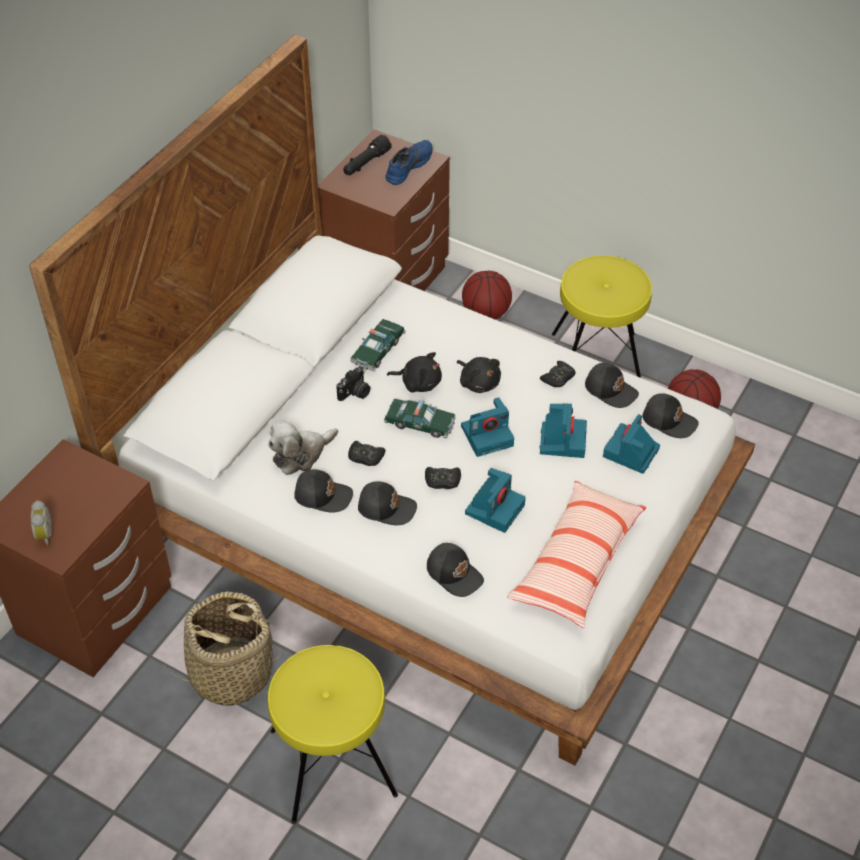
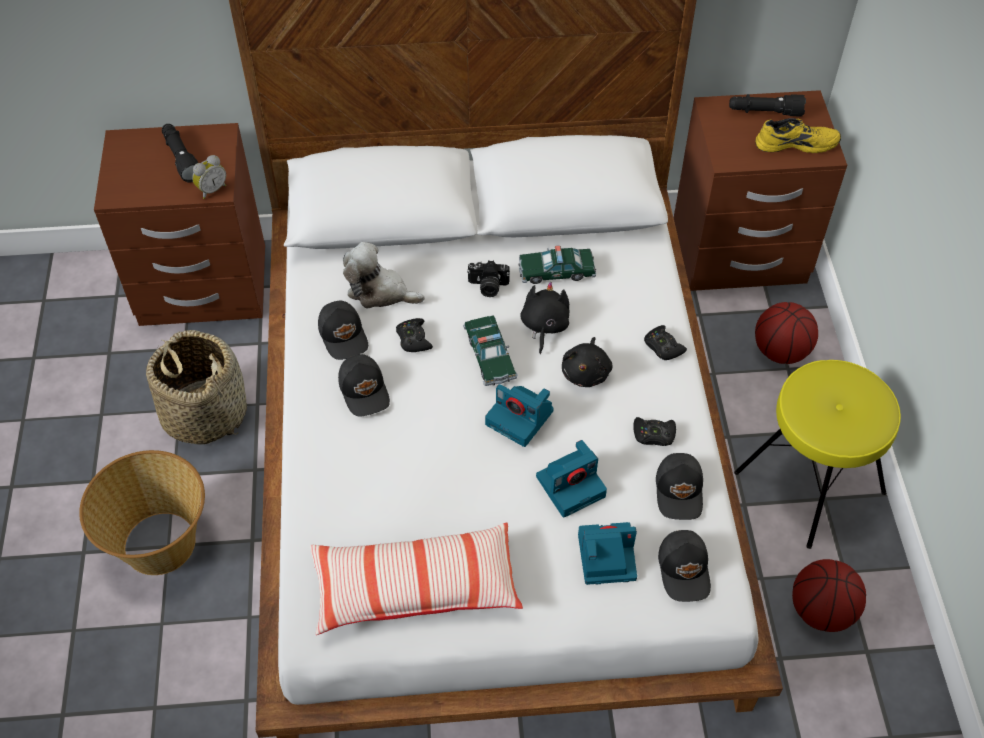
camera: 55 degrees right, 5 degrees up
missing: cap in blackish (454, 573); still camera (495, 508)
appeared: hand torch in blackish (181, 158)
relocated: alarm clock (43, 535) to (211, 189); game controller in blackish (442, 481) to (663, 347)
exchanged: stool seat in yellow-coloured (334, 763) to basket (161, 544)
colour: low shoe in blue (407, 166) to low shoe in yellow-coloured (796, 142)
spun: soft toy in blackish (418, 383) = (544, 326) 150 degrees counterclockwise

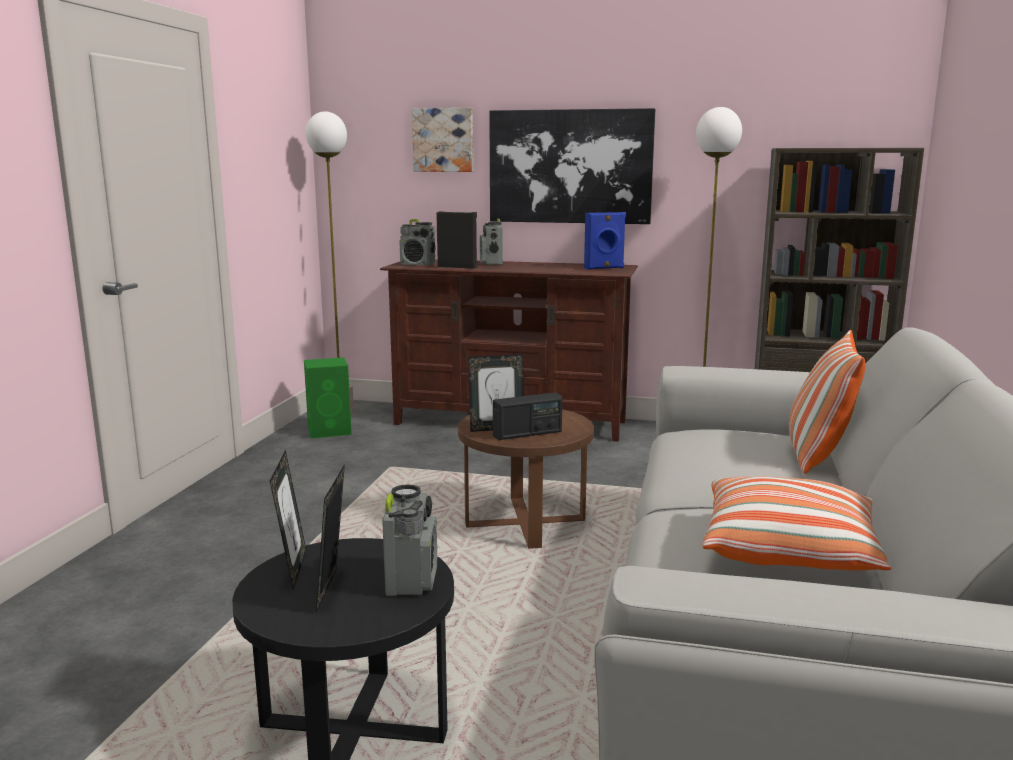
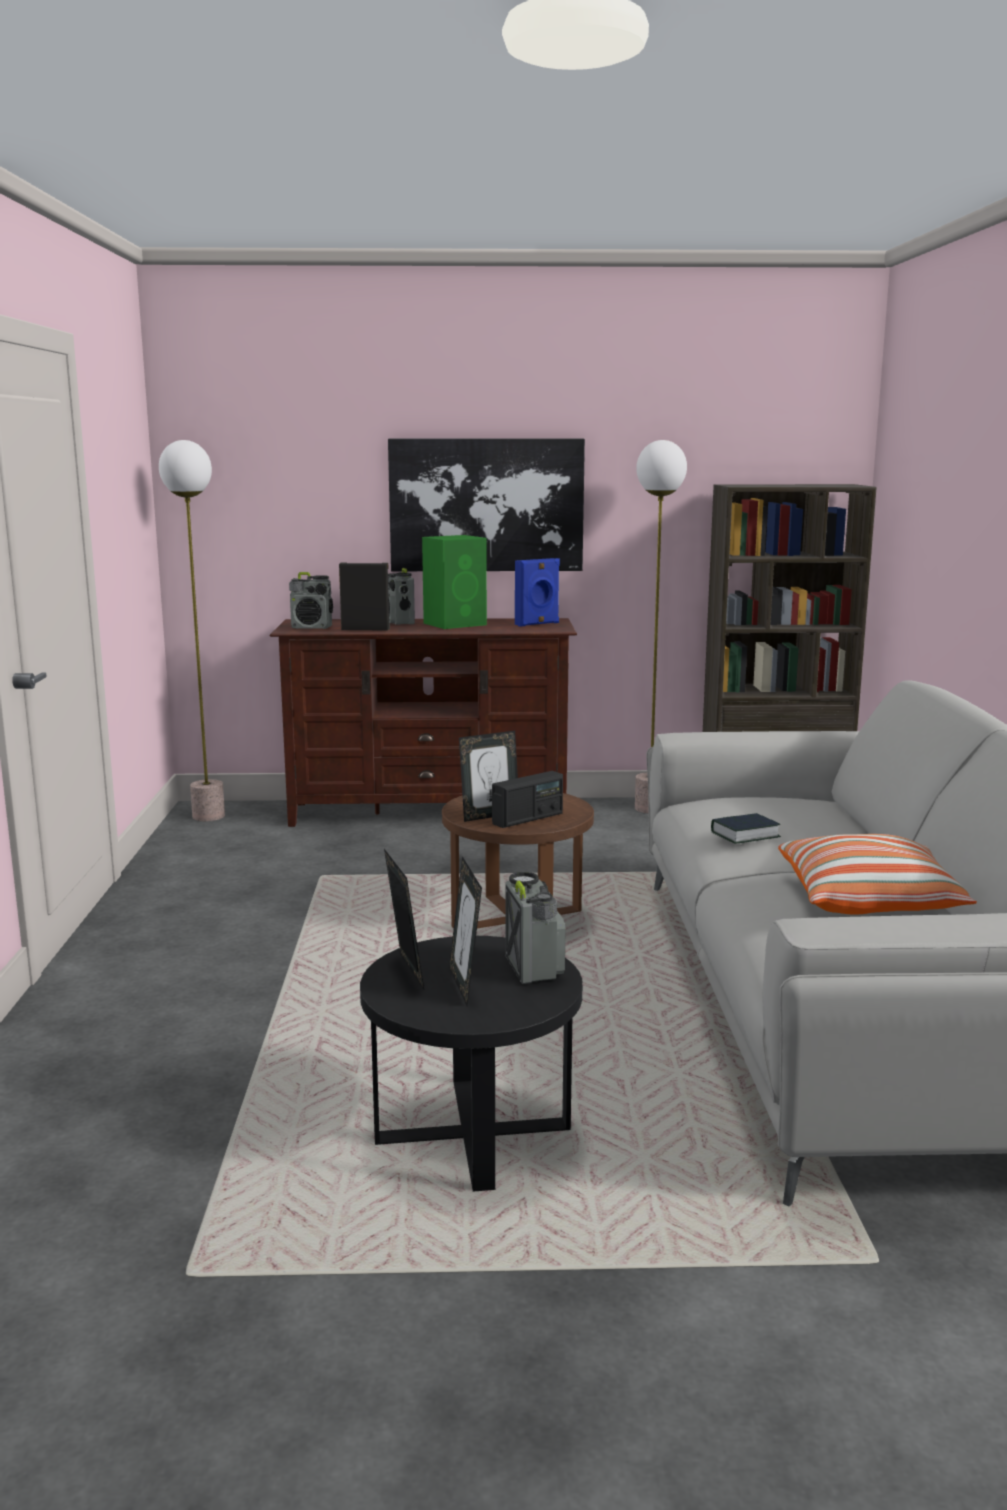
camera: 15 degrees left, 0 degrees up
missing: wall art (443, 140); throw pillow (817, 456)
appeared: volume (745, 835)
relocated: loudspeaker in green-coloured (330, 431) to (456, 624)

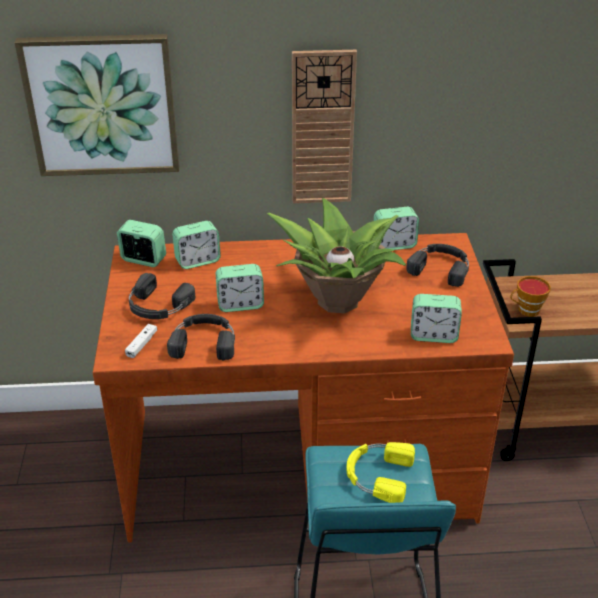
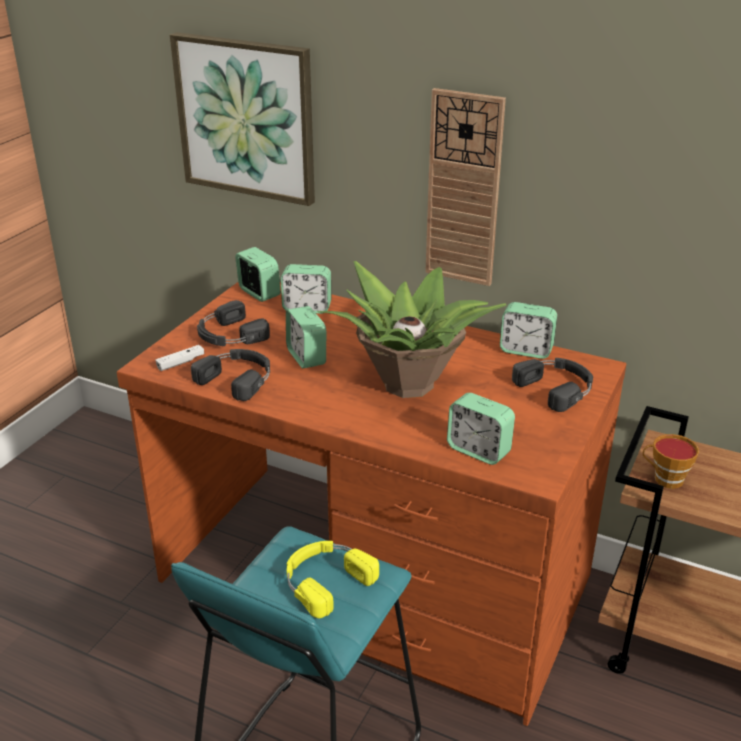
camera: 30 degrees right, 5 degrees down
spun: alarm clock (240, 304) = (306, 357) 45 degrees clockwise

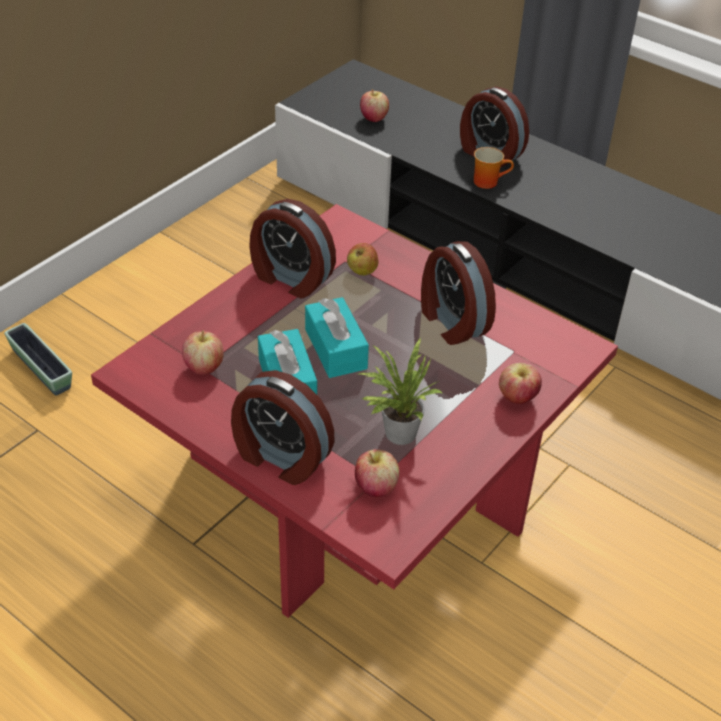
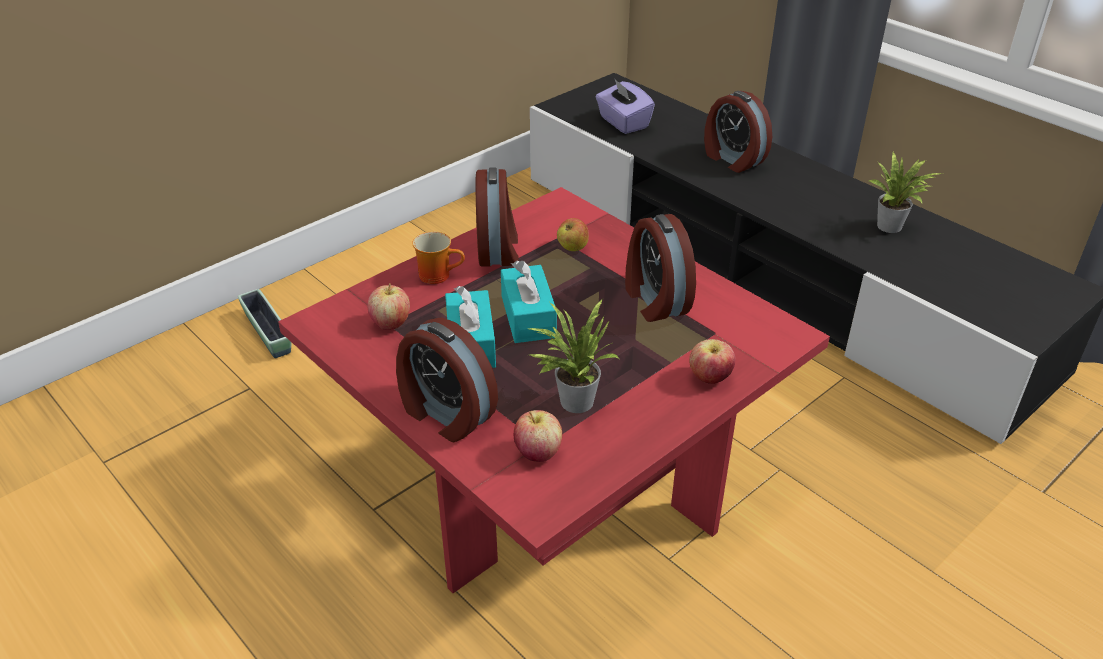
camera: 10 degrees right, 5 degrees down
appeared: plant in a pot (892, 227)
relocated: coffee mug (488, 181) to (438, 274)
exchanged: apple fruit (374, 118) to tissue holder in purple (623, 123)
spun: alarm clock (290, 278) = (498, 249) 135 degrees counterclockwise

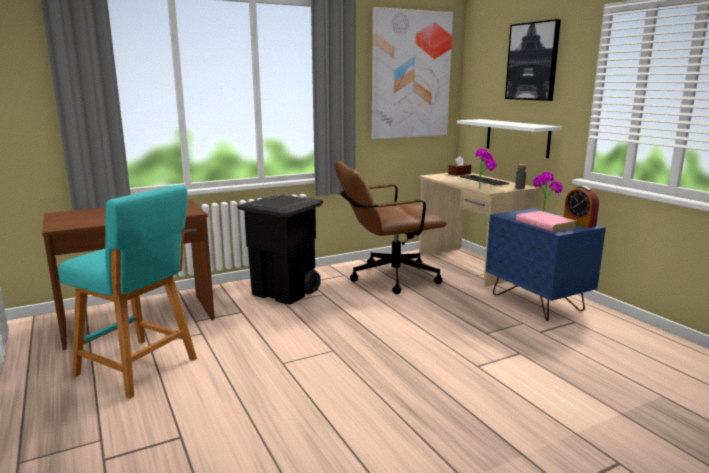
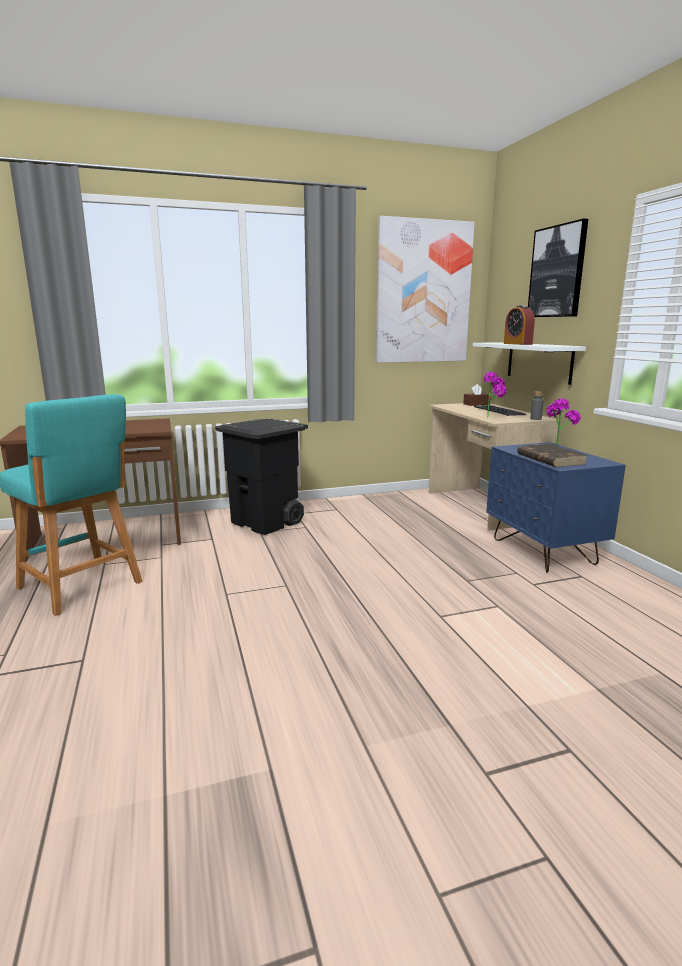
camera: 10 degrees right, 0 degrees up
missing: computer chair in brownish (386, 278)
relocated: alarm clock (579, 223) to (517, 344)
colour: volume in pinkish (544, 224) to volume in brownish (550, 459)

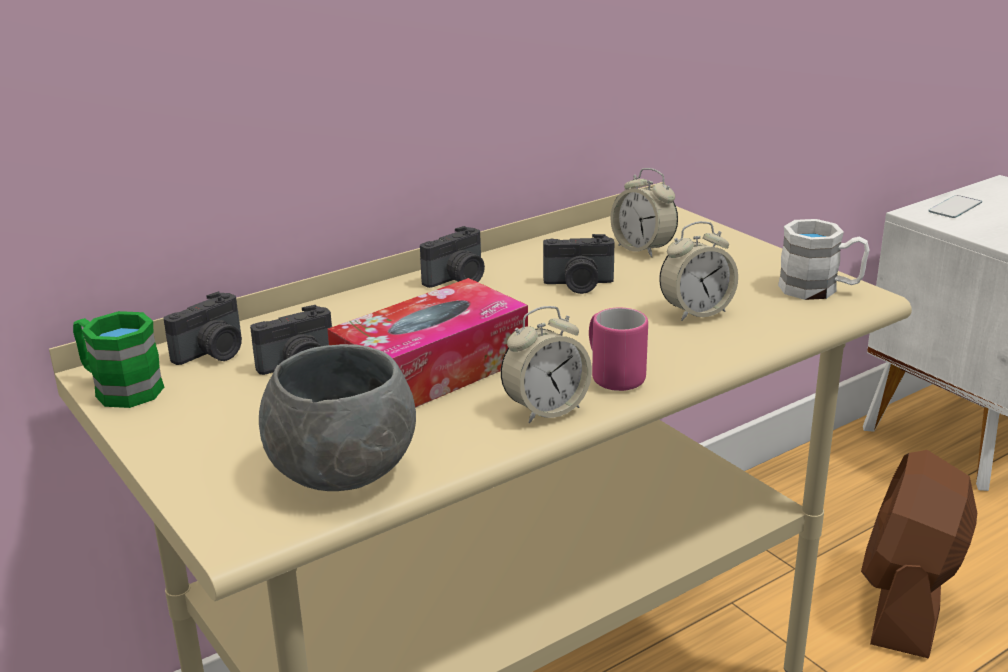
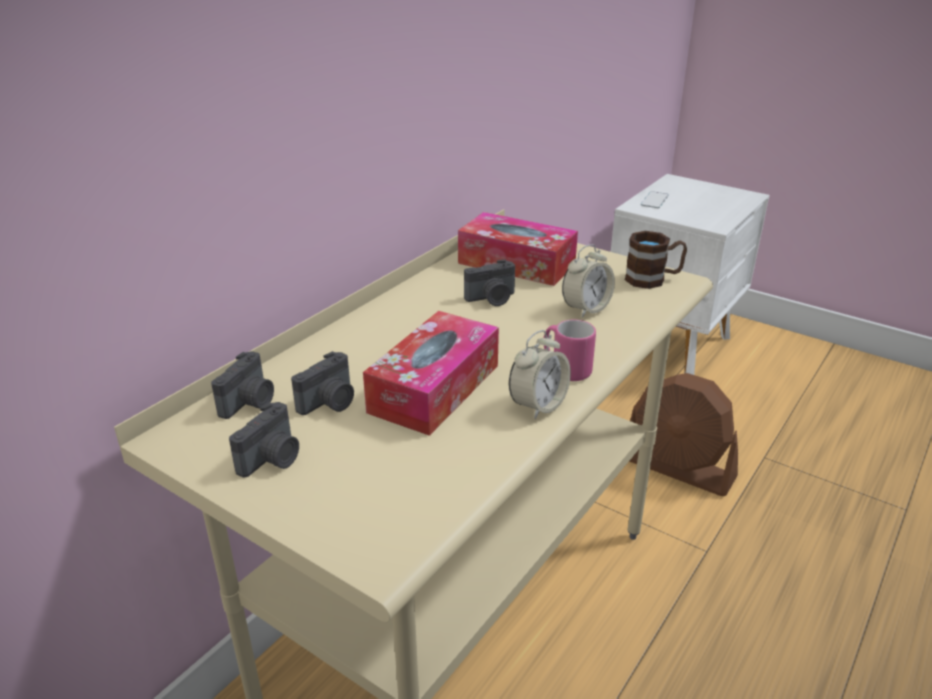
camera: 20 degrees left, 5 degrees up
missing: coffee mug in green-coloured (119, 388); deep dish in greyish (341, 473)
relocated: still camera (458, 280) to (272, 459)
exchanged: alarm clock (643, 249) to tissue holder (516, 263)
colour: coffee mug in white (820, 289) to coffee mug in brownish (653, 279)
spun: electric fan in brownish (906, 602) = (678, 468) 60 degrees counterclockwise

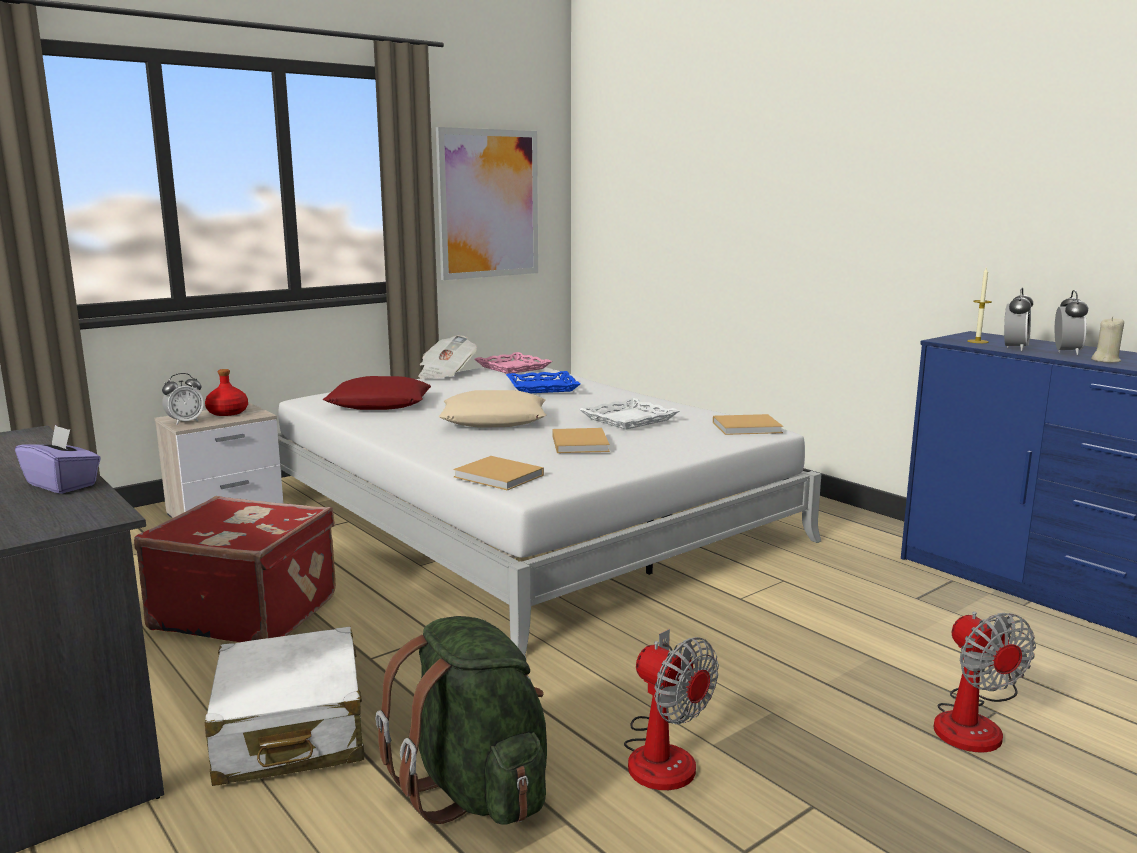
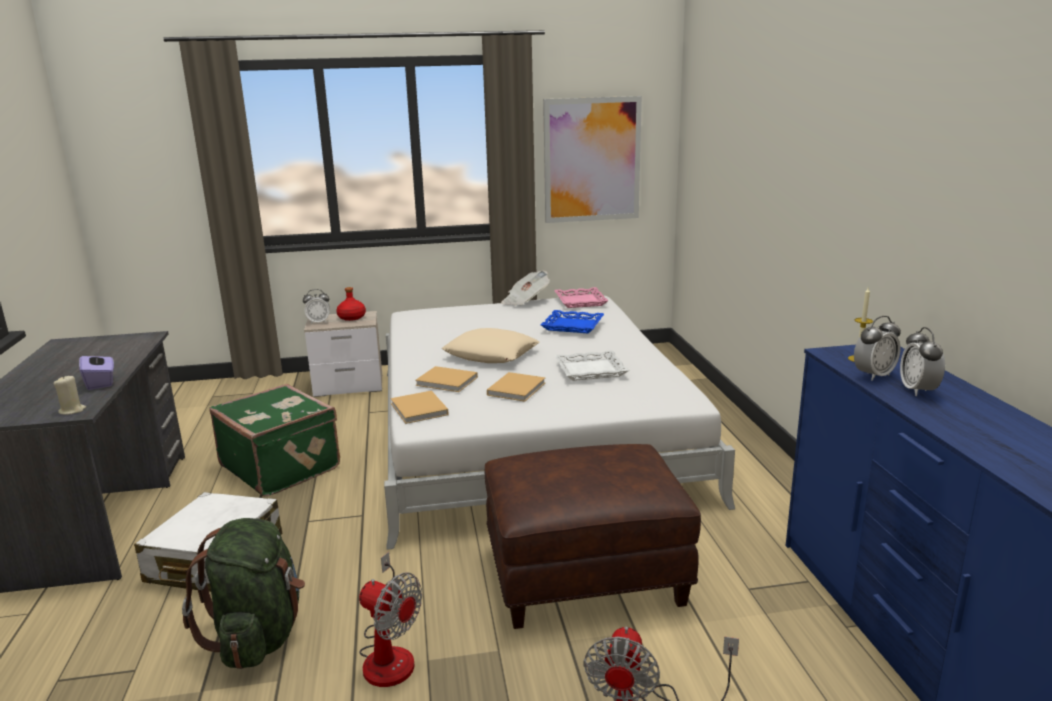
camera: 30 degrees right, 5 degrees up
missing: throw pillow in red-coloured (379, 403)
appeared: pouffe in brownish (587, 575)
relocated: volume in sand-coloured (749, 427) to (448, 381); wax candle in sand-coloured (1106, 360) to (72, 410)
colour: travel case in red-coloured (247, 612) to travel case in green-coloured (282, 466)
spun: electric fan (663, 752) = (389, 653) 45 degrees counterclockwise; alarm clock (1066, 352) = (918, 390) 135 degrees clockwise

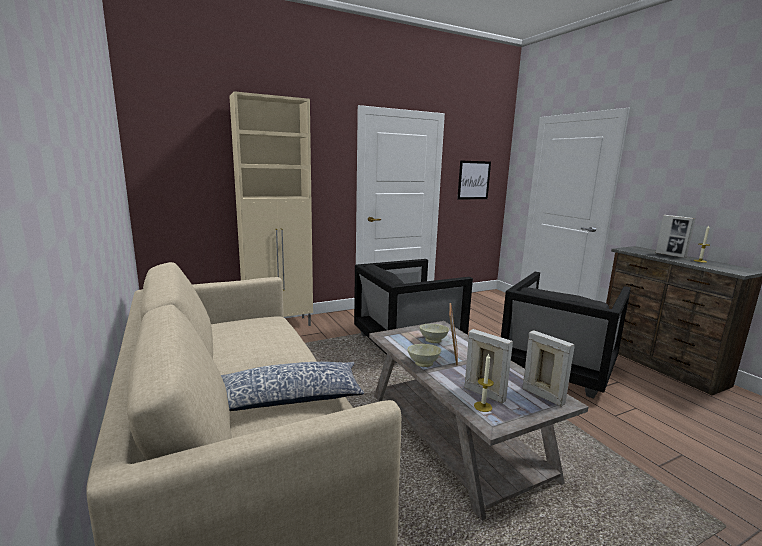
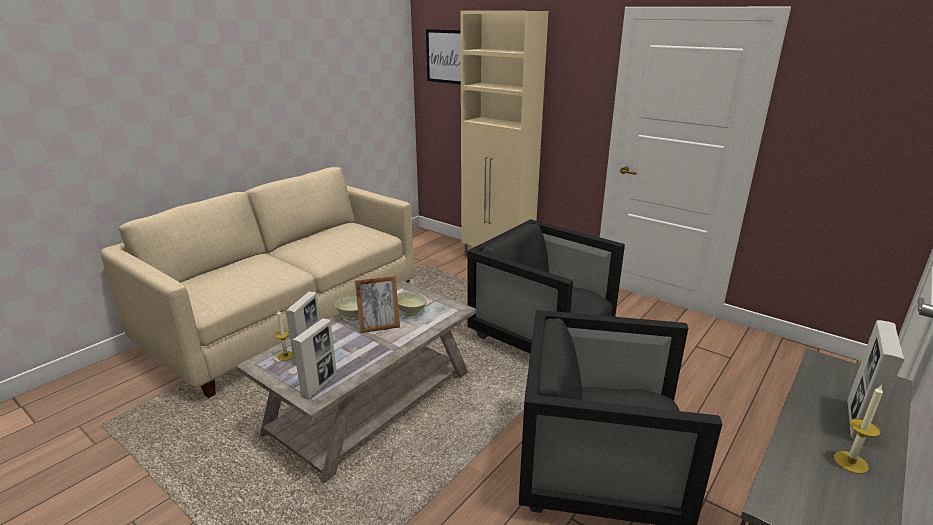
camera: 65 degrees right, 10 degrees up
missing: throw pillow (291, 399)
relocated: wall art (473, 180) to (446, 56)

